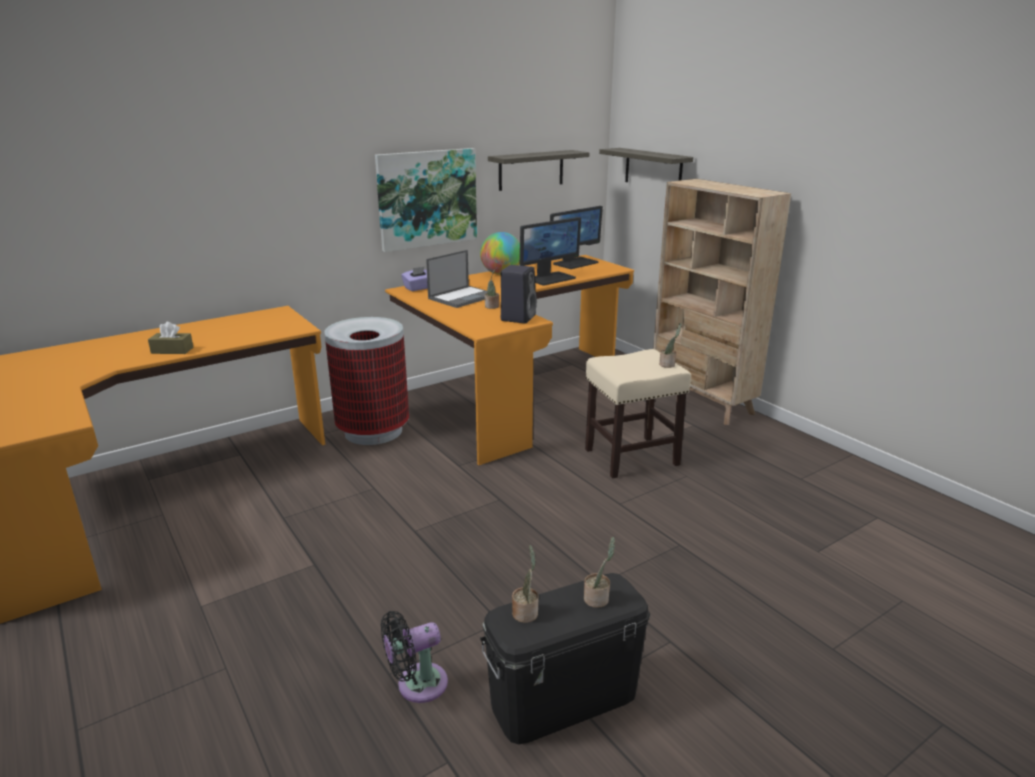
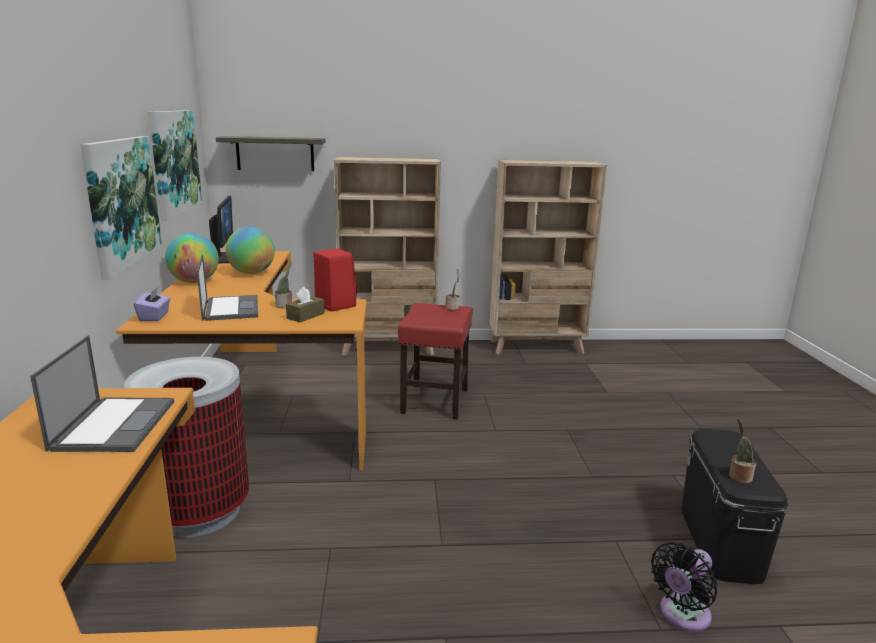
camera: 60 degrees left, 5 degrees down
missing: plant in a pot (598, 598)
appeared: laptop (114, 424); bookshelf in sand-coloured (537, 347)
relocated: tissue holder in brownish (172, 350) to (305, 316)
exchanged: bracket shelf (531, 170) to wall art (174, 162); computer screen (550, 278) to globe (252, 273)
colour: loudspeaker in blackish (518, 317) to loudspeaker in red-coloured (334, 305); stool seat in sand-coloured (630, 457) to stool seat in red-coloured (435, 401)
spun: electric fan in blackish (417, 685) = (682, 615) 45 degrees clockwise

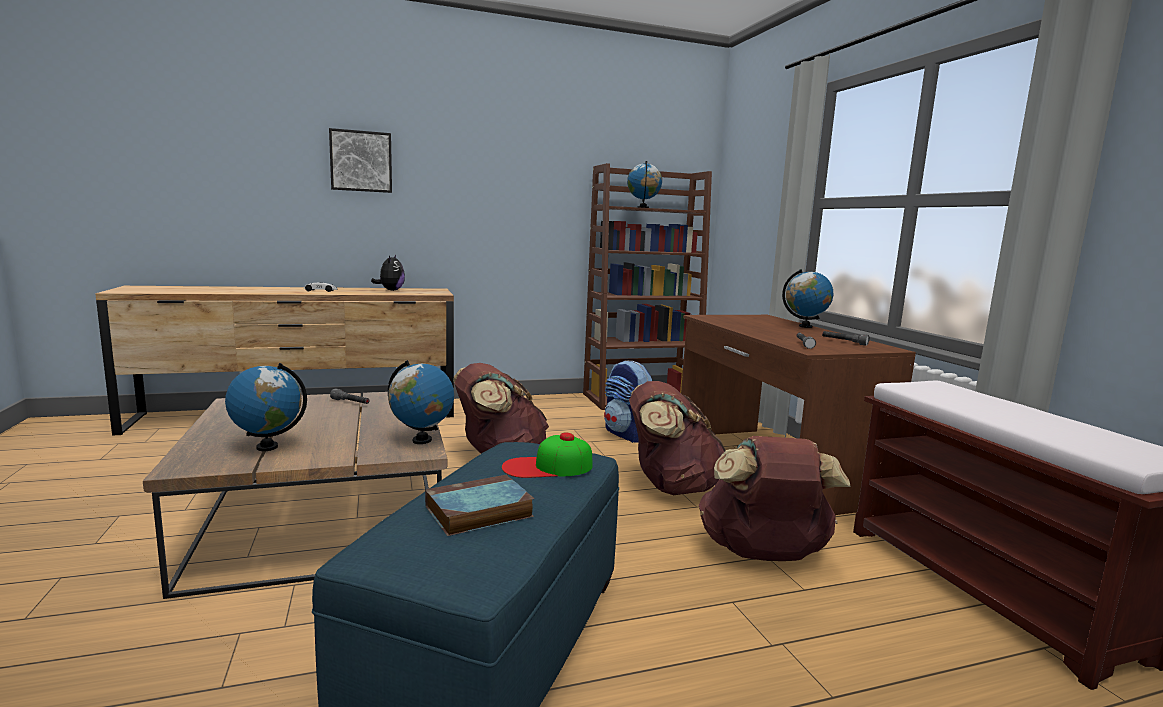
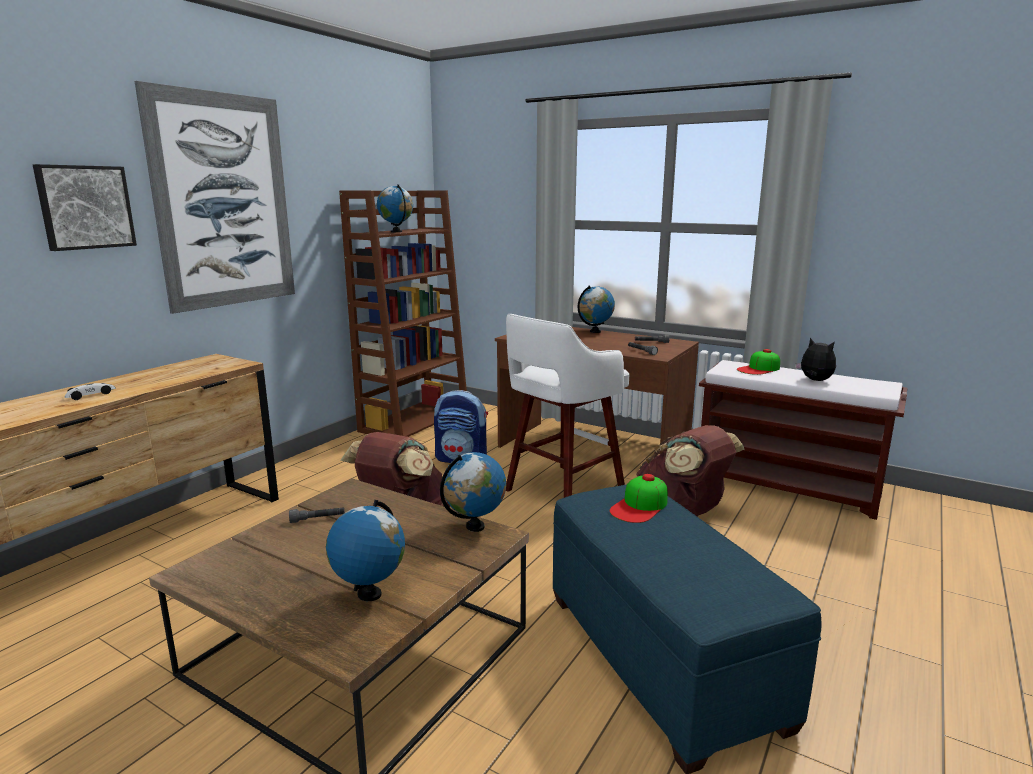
camera: 40 degrees left, 5 degrees up
missing: volume (477, 512)
appeared: wall art (224, 201); cap (759, 369)
relocated: soft toy (390, 290) to (815, 380)
exchanged: backpack in brownish (671, 487) to stool seat in white (562, 492)

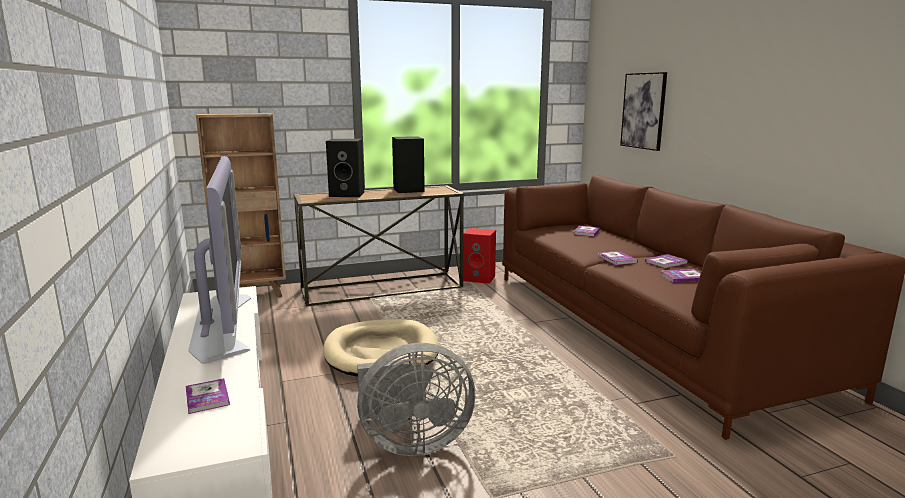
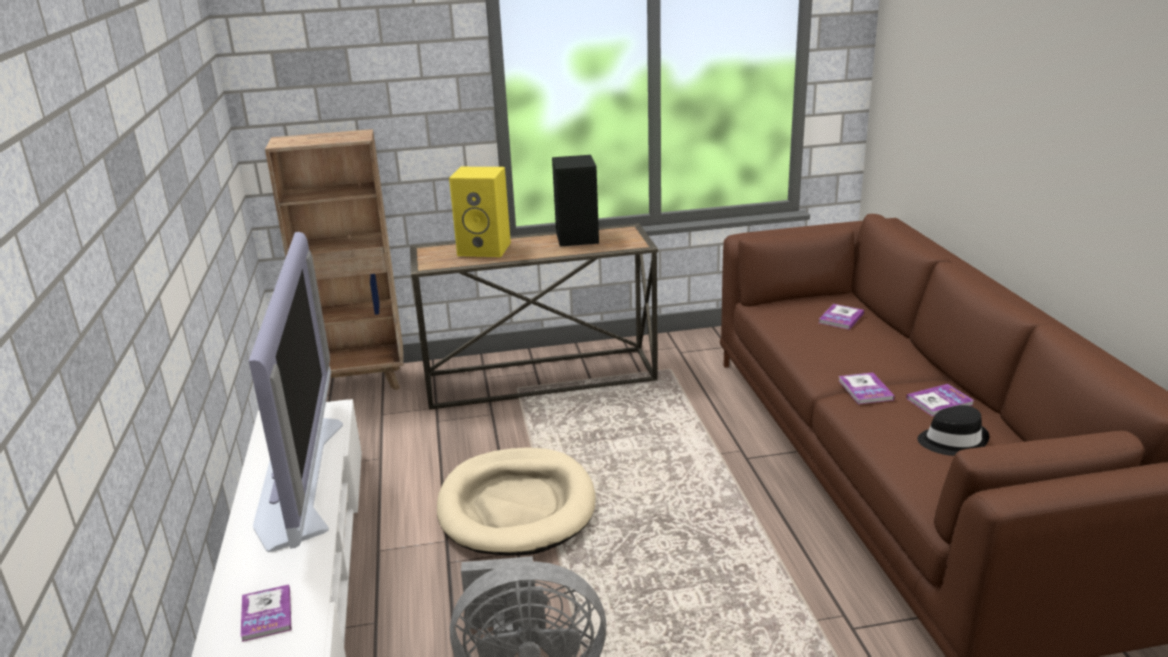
camera: 10 degrees right, 10 degrees up
missing: loudspeaker in red-coloured (480, 278); wall art (643, 111)
exchanged: volume (683, 277) to hat in blackish (952, 441)
colour: loudspeaker in blackish (348, 194) to loudspeaker in yellow-coloured (486, 249)

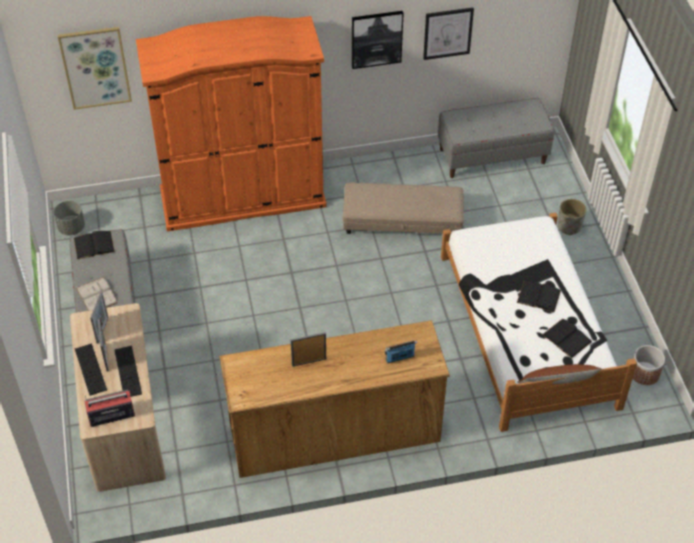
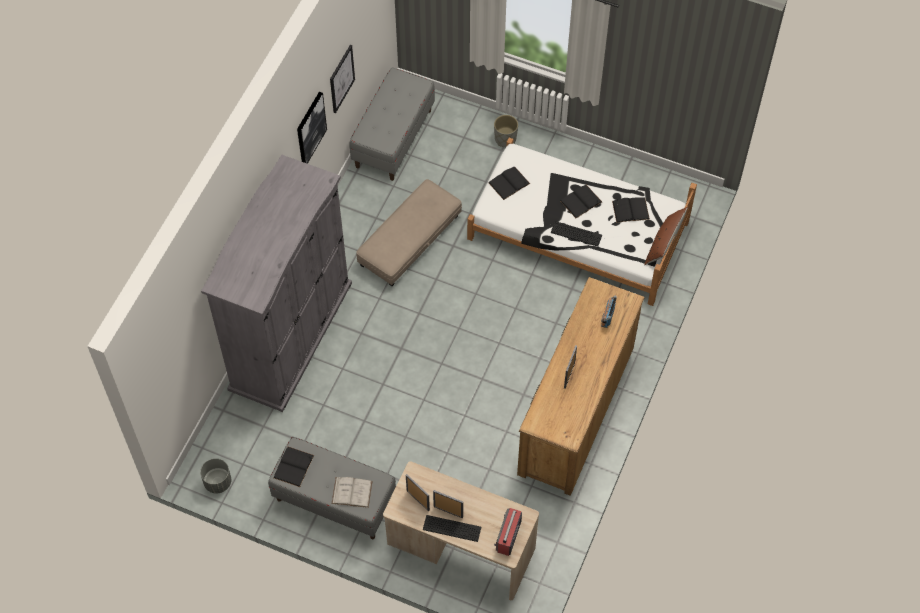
camera: 55 degrees left, 10 degrees up
missing: wall art (95, 67); planter (644, 373)
appeared: volume in blackish (509, 183)
relocated: computer keyboard (128, 371) to (576, 234)
colour: clothes cupboard in orangey (242, 197) to clothes cupboard in greyish (290, 335)

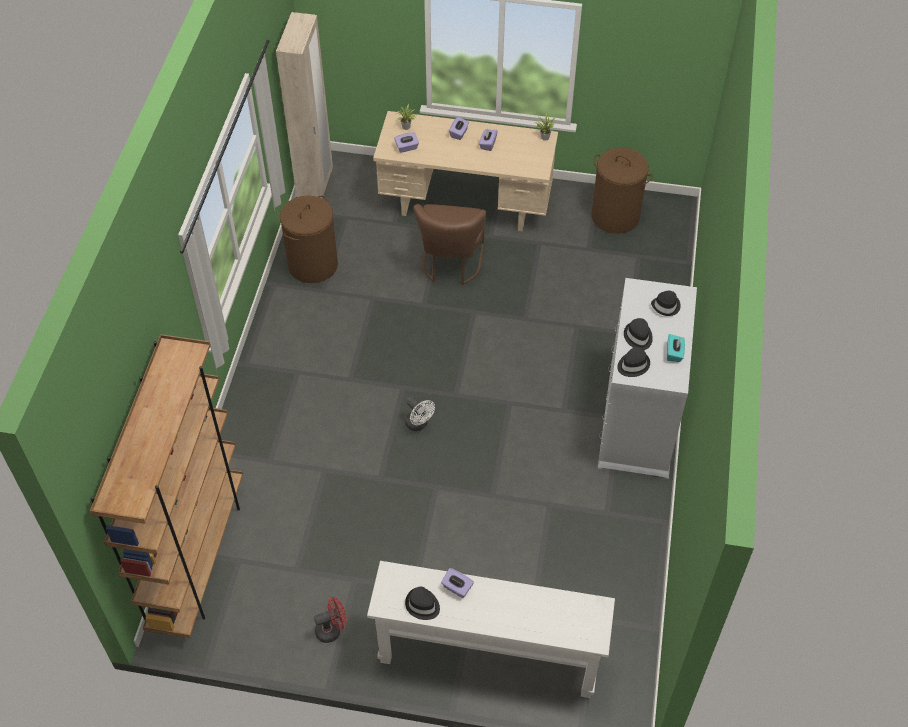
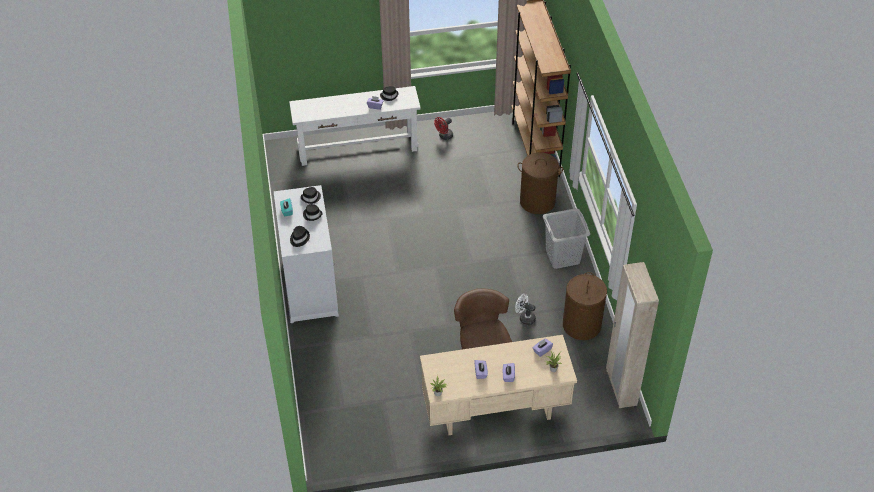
camera: 160 degrees right, 5 degrees down
appeared: hamper in greyish (563, 257)
relocated: electric fan in white (419, 424) to (524, 318); hamper in brownish (615, 216) to (537, 202)

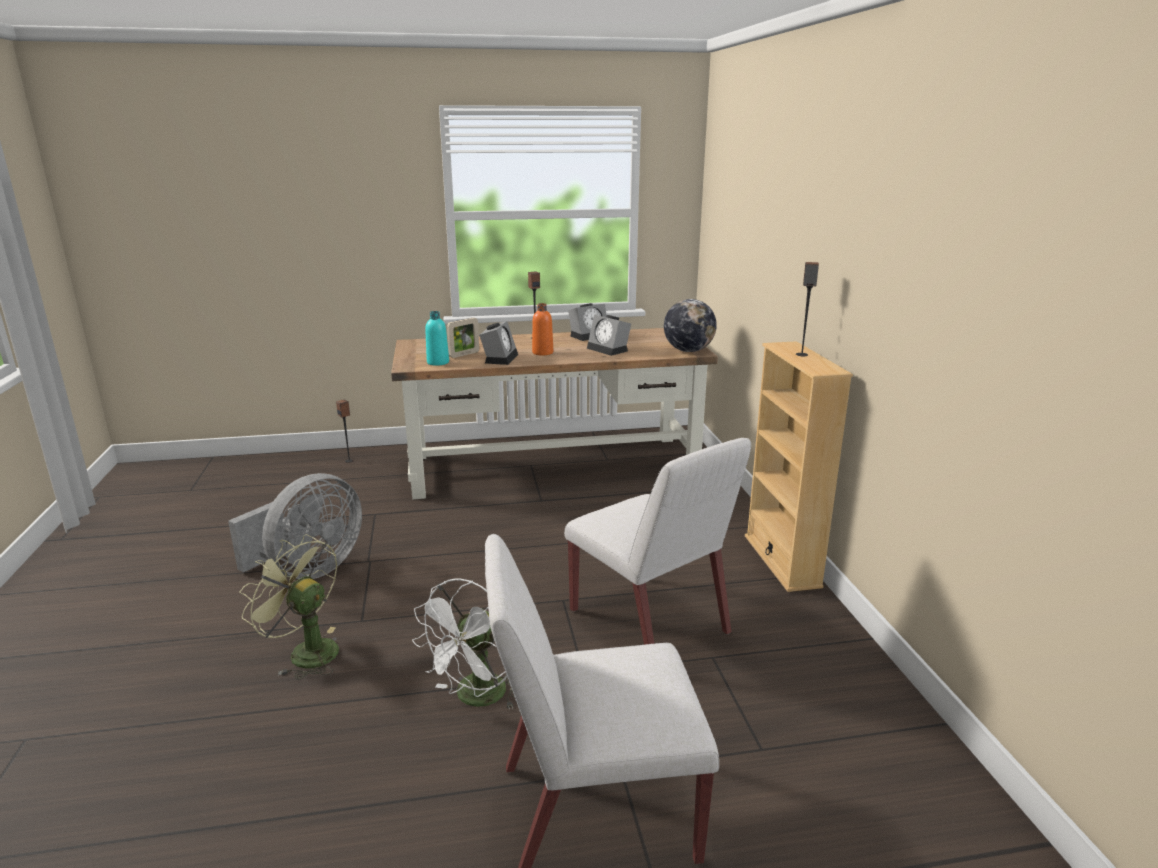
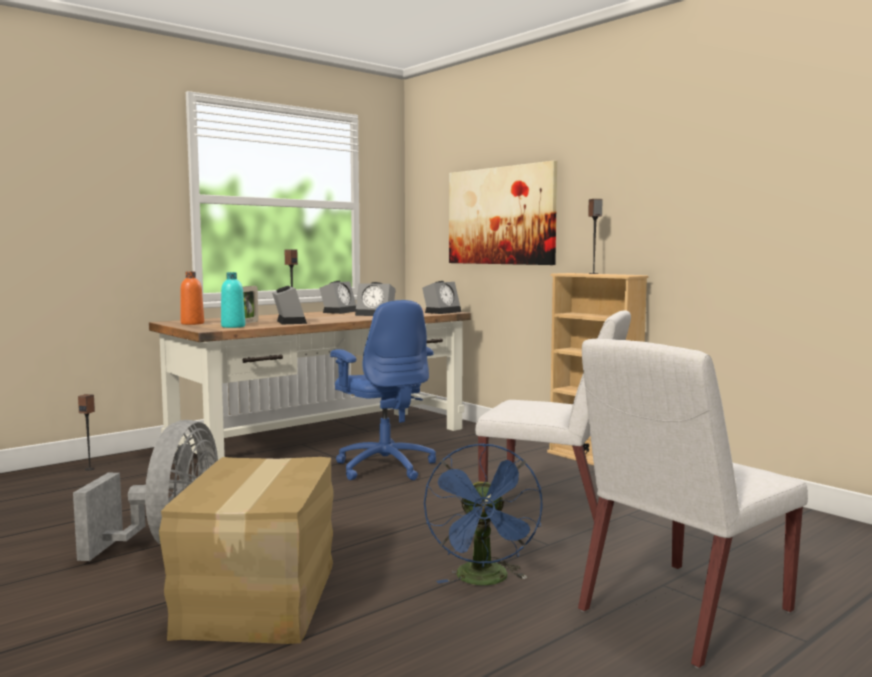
camera: 30 degrees left, 15 degrees down
appeared: computer chair in blue (385, 466); wall art (500, 216)
relocated: bottle in orangey (542, 352) to (192, 323)
exchanged: electric fan in green-coloured (305, 651) to cardboard box (261, 597); globe (688, 351) to alarm clock (442, 312)
colour: electric fan in white (475, 698) to electric fan in blue (485, 581)

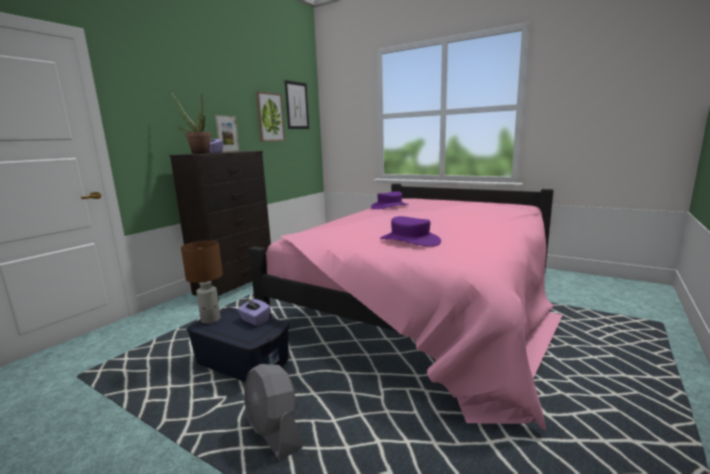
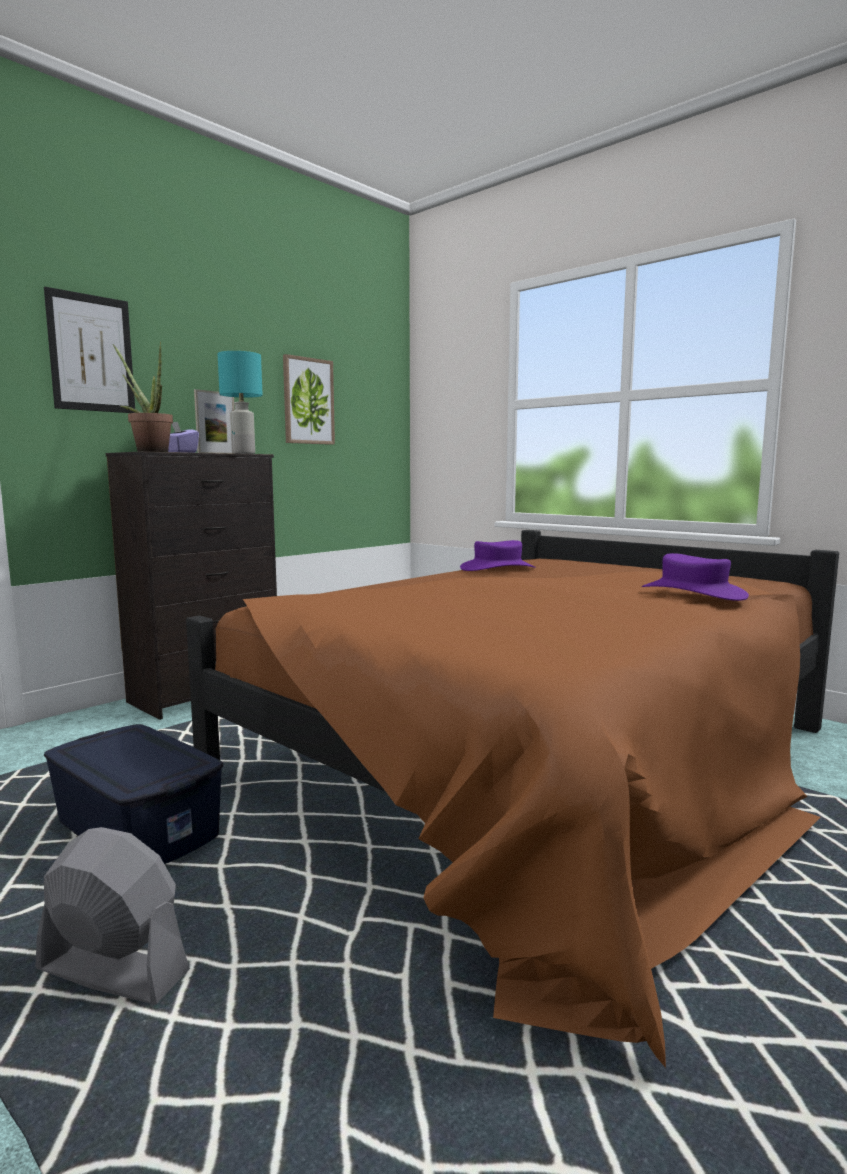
camera: 10 degrees right, 5 degrees down
missing: tabletop lamp in brownish (211, 319); tissue holder in purple (254, 320)
appeared: tabletop lamp in blue-green (243, 453)
relocated: wall art (297, 105) to (91, 353); hat in purple (410, 240) to (693, 592)
colour: sleeping bed in pinkish (428, 303) to sleeping bed in brownish (543, 762)
spun: electric fan in greyish (274, 432) = (112, 971) 135 degrees clockwise

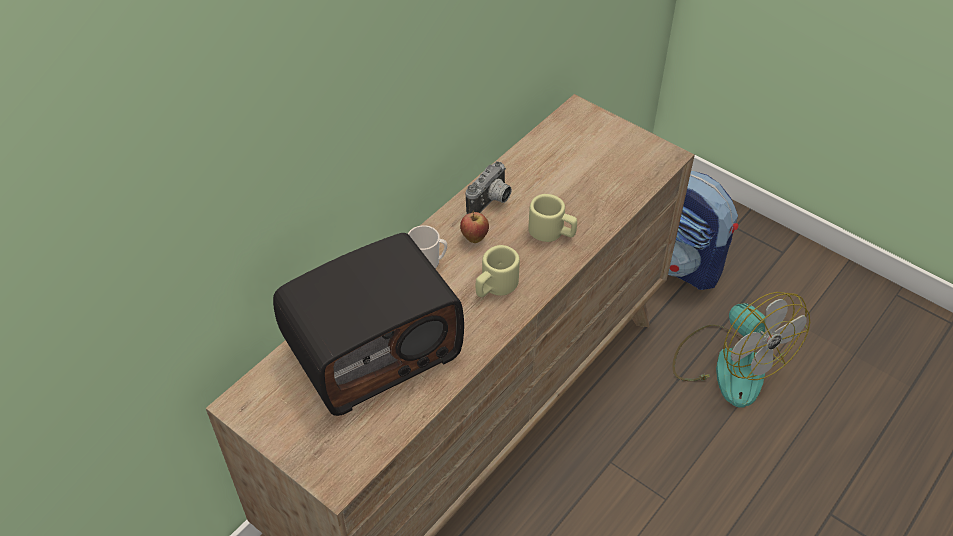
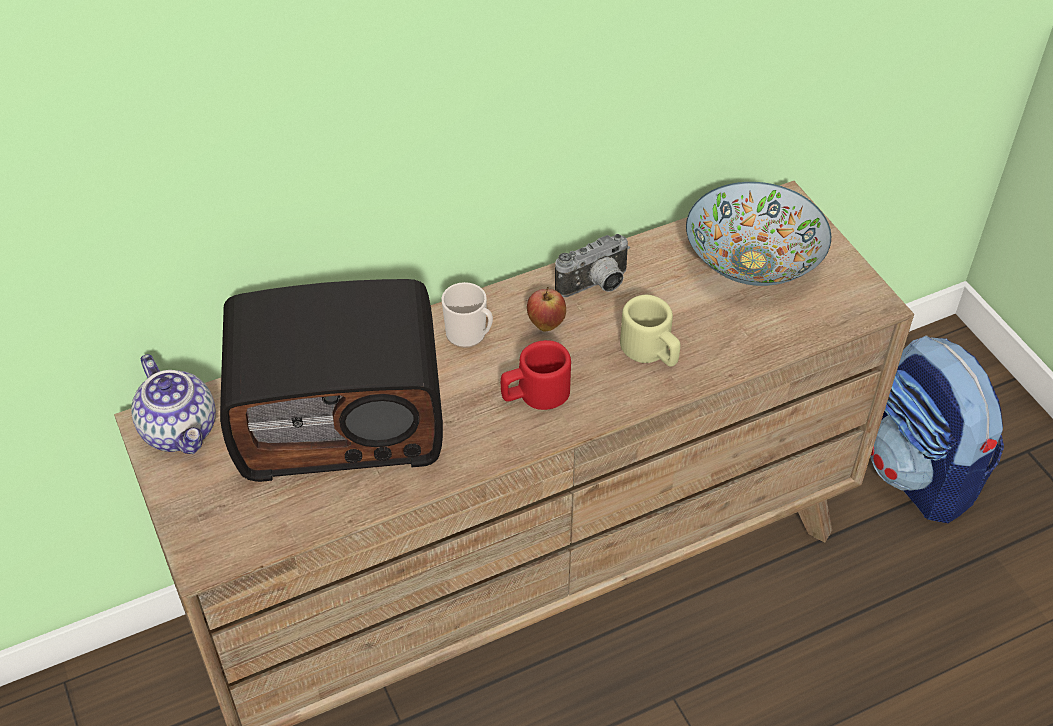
camera: 25 degrees right, 0 degrees up
missing: electric fan (729, 364)
appeared: pot for tea (181, 430); deep dish (753, 262)
colour: coffee mug in sand-coloured (495, 286) to coffee mug in red-coloured (535, 394)

